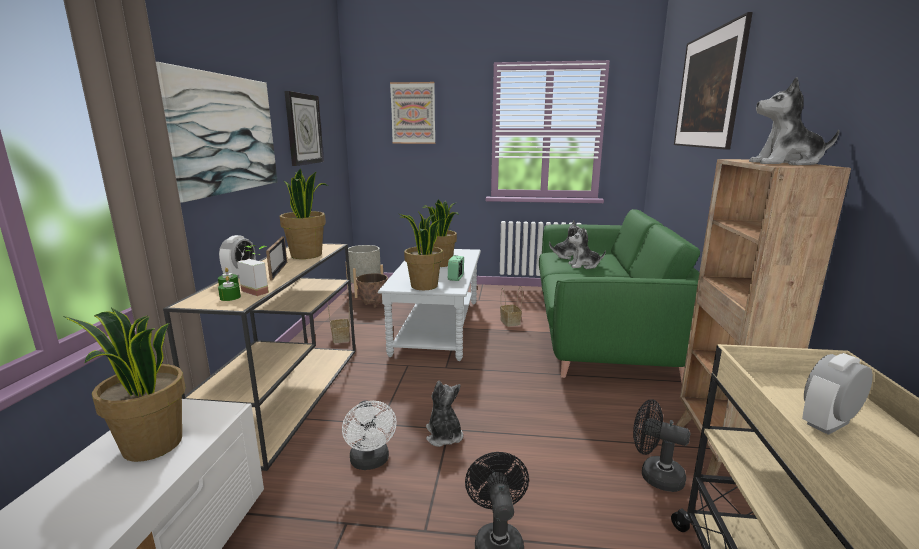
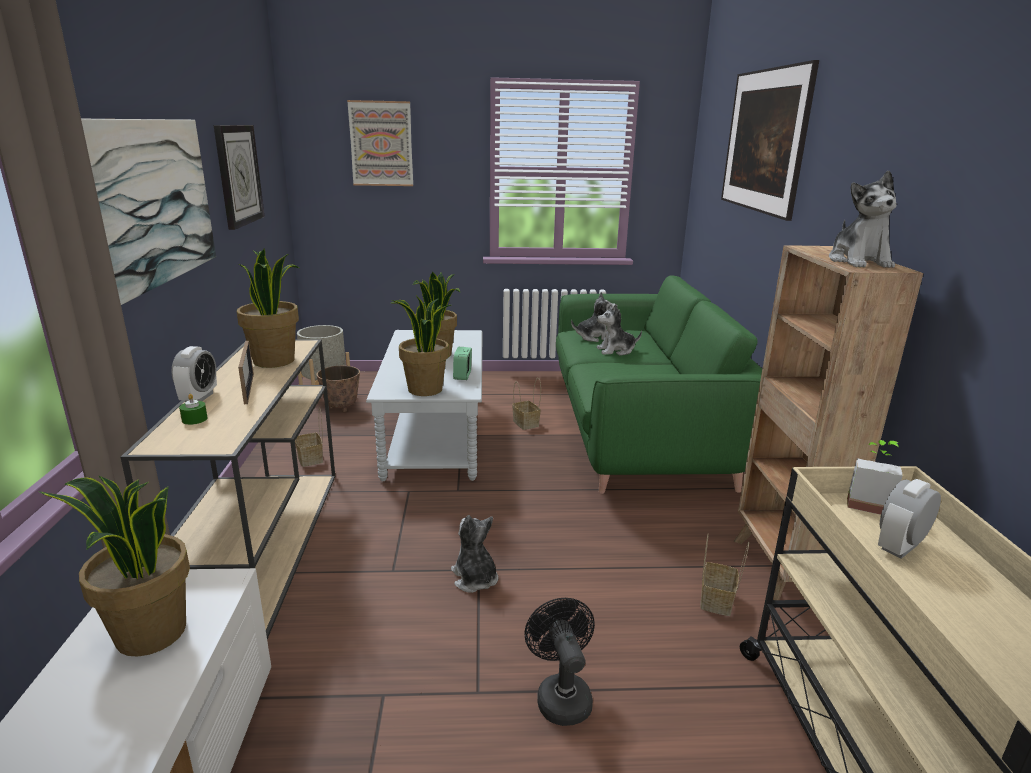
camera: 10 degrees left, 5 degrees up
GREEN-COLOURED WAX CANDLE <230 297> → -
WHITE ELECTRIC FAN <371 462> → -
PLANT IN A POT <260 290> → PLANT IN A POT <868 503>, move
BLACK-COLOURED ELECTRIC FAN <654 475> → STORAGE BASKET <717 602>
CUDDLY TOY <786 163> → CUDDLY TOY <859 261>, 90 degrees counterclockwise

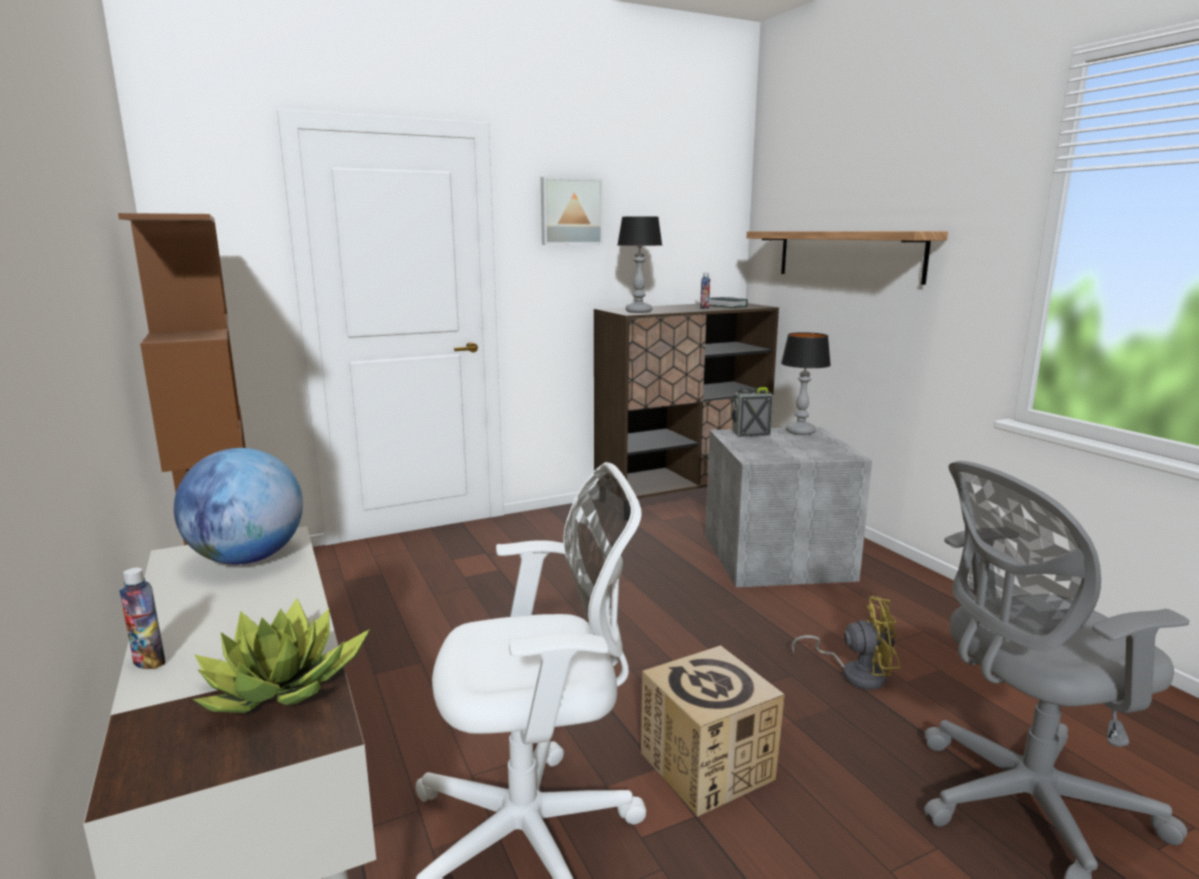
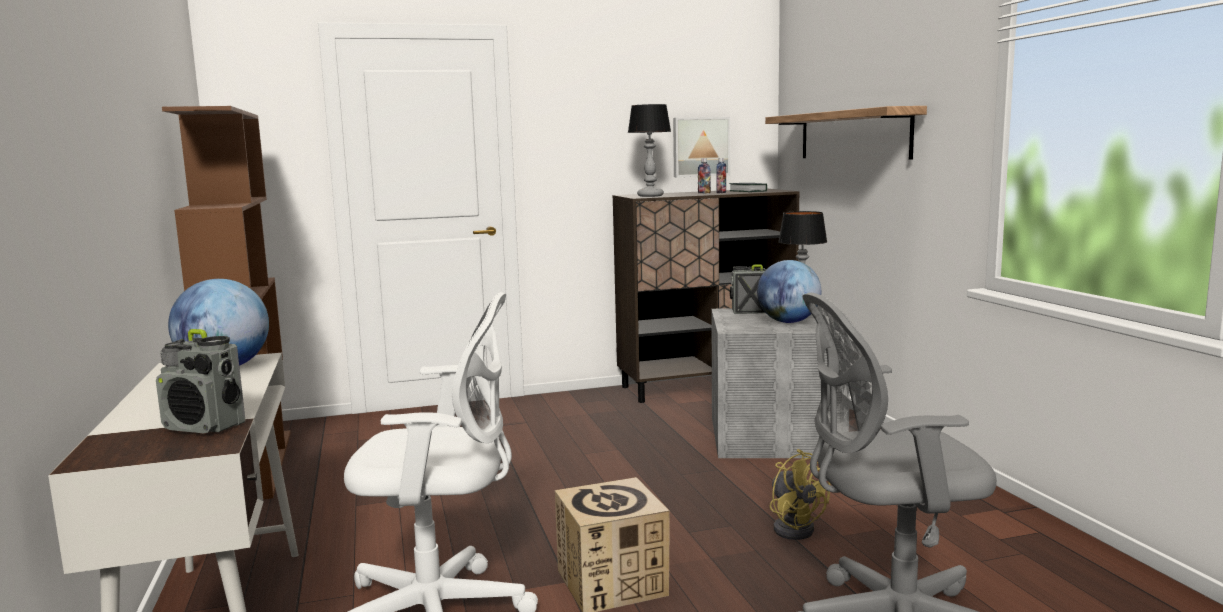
camera: 10 degrees right, 5 degrees down
- → GLOBE <788 322>
BOTTLE <149 661> → BOTTLE <704 193>, move
WALL ART <571 211> → WALL ART <700 147>, move
PLANT IN A POT <283 685> → RADIO SET <205 427>
YELLOW ELECTRIC FAN <855 673> → YELLOW ELECTRIC FAN <794 527>, 45 degrees clockwise

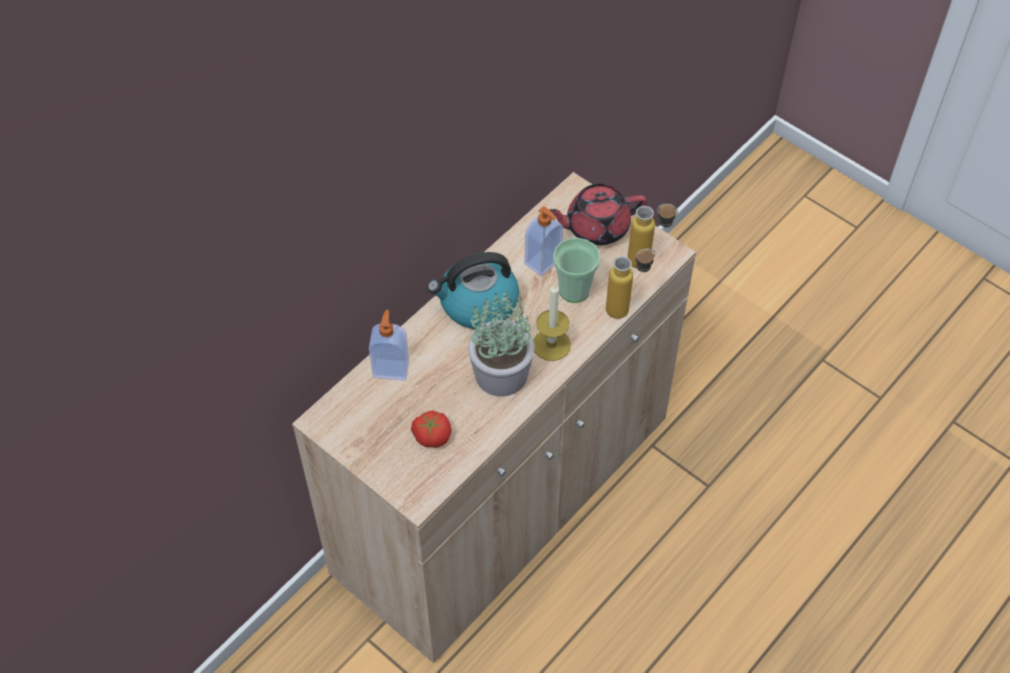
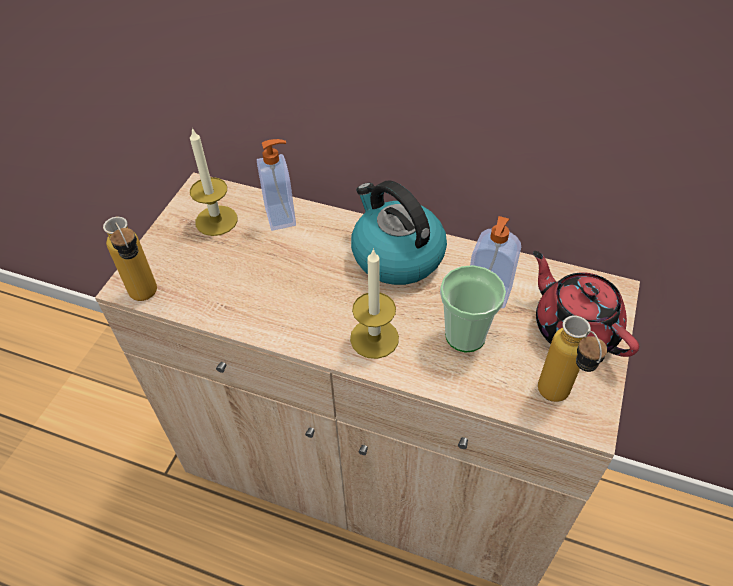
camera: 70 degrees right, 5 degrees down
TOMATO <432 435> → -
PLANT IN A POT <501 373> → -
- → WAX CANDLE <216 220>
BOTTLE <626 308> → BOTTLE <147 299>, move

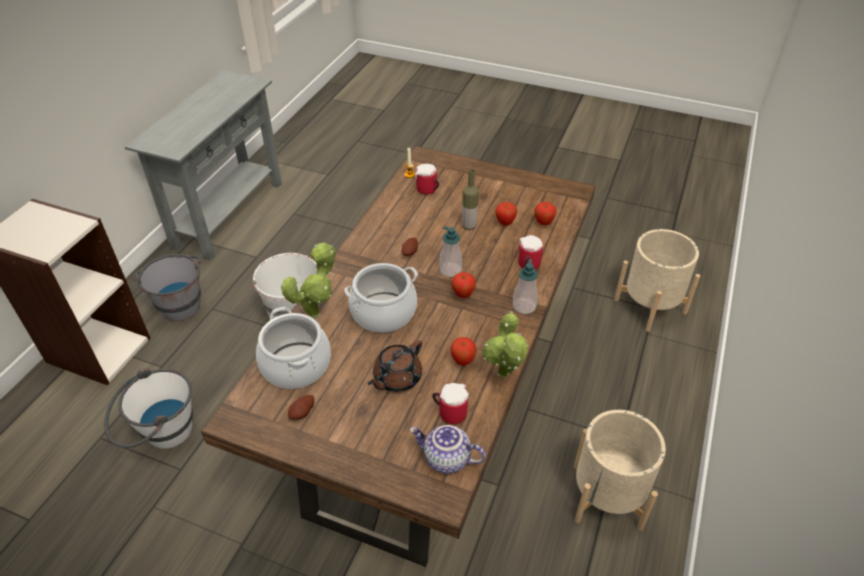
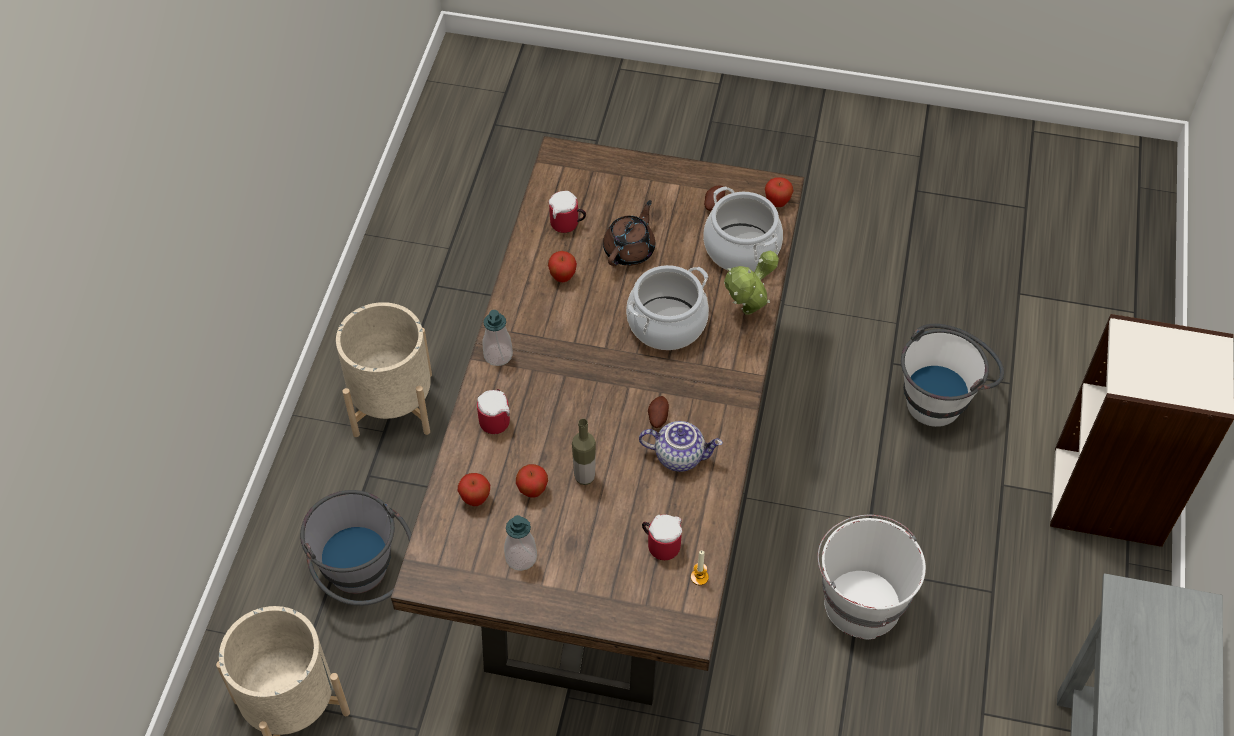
camera: 170 degrees right, 10 degrees up
PLANT IN A POT <504 377> → -
GREYISH BUCKET <179 302> → GREYISH BUCKET <364 577>, move
TEA POT <446 459> → TEA POT <680 455>, move
SOAP BOTTLE <450 270> → SOAP BOTTLE <521 557>, move
APPLE FRUIT <463 295> → APPLE FRUIT <777 203>, move

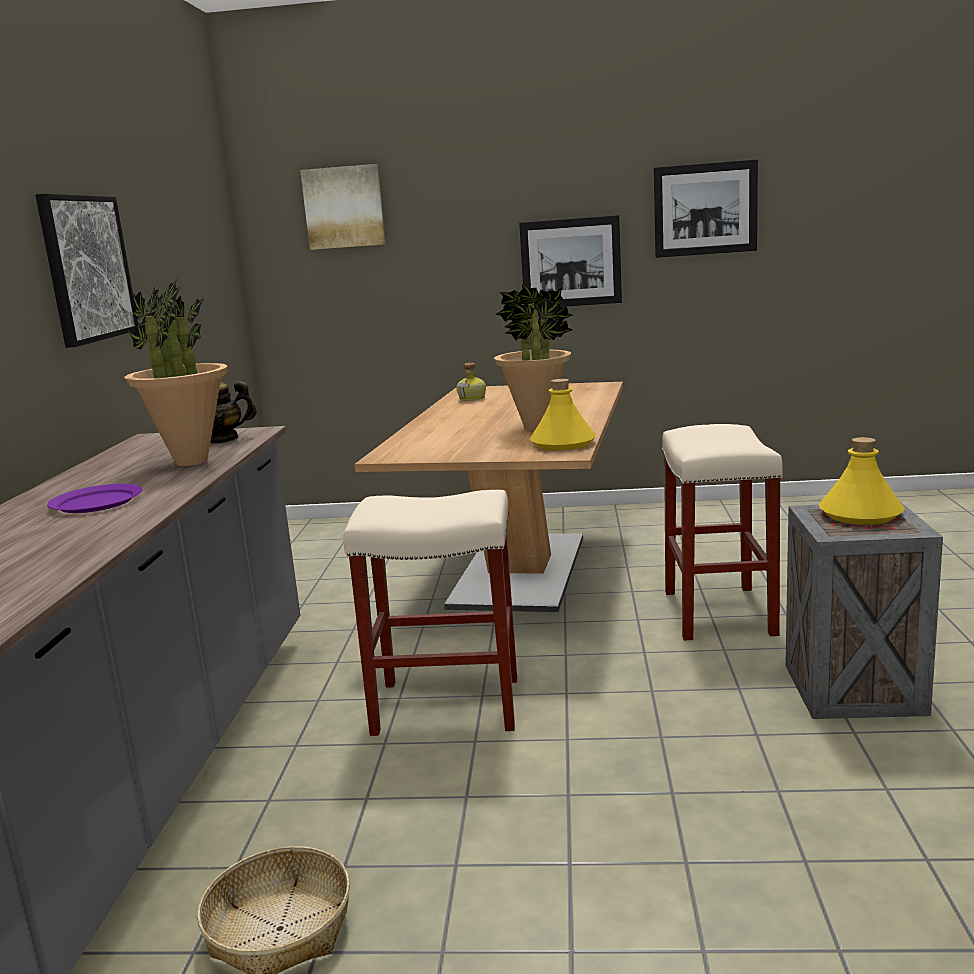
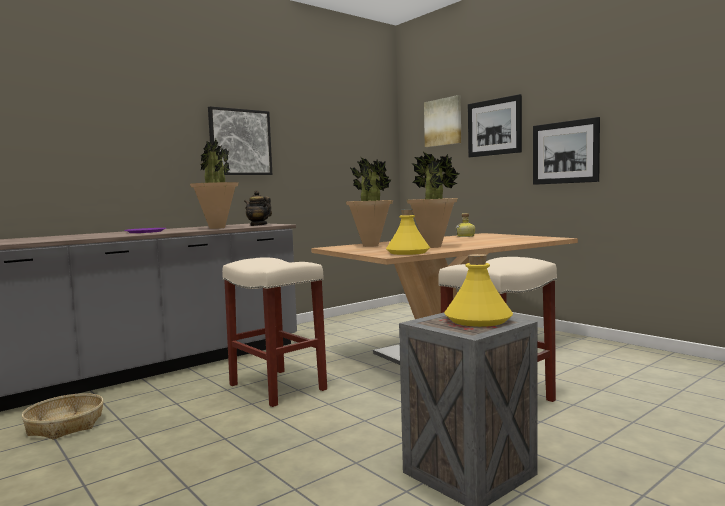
camera: 45 degrees right, 10 degrees down
- → PLANT IN A POT <371 246>
WALL ART <705 209> → WALL ART <494 127>, move

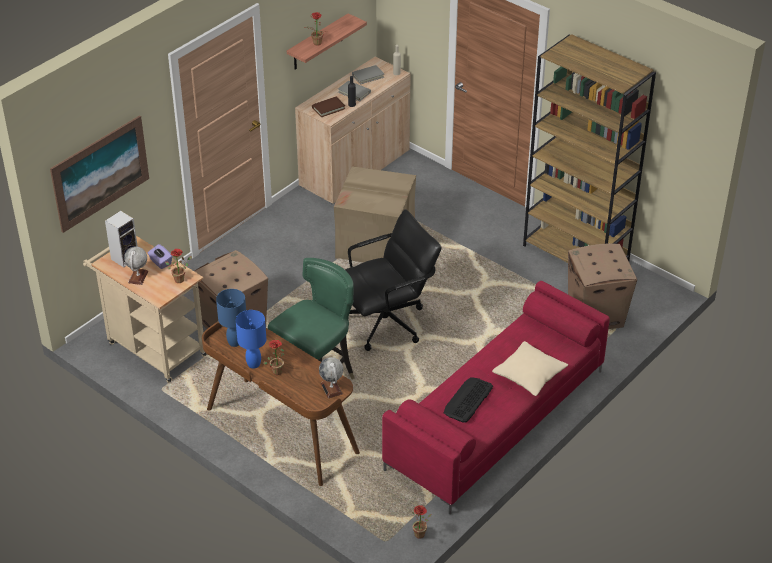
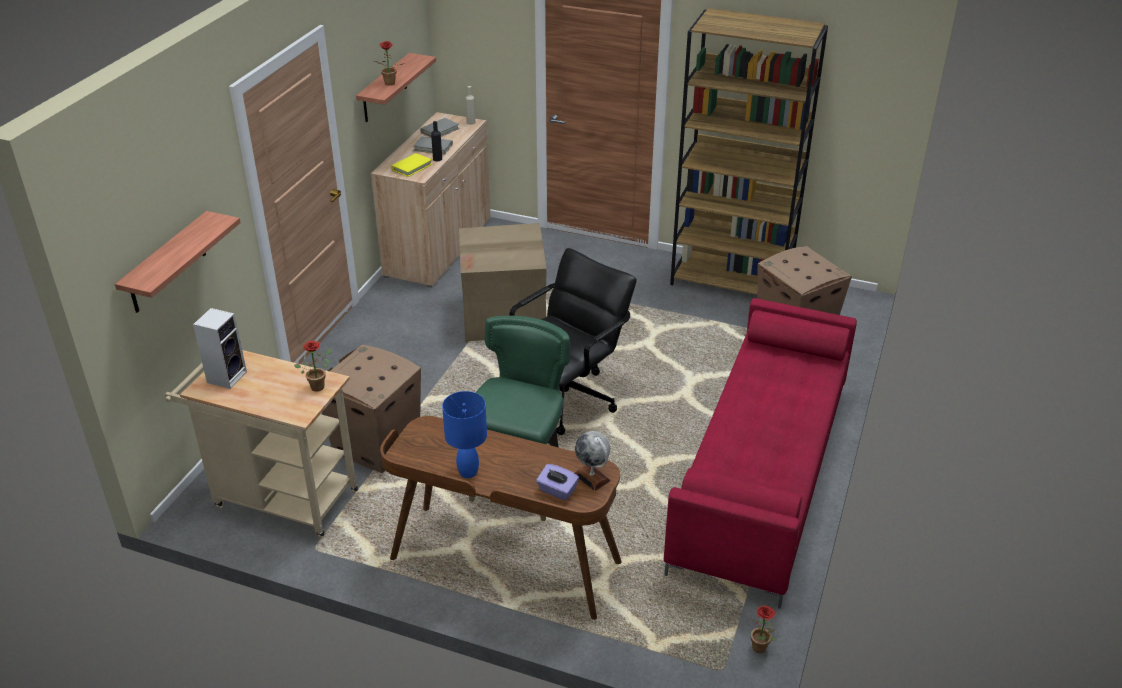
camera: 20 degrees left, 5 degrees down
GLOBE <138 277> → -
BLUISH LAMP FOR A TABLE <234 342> → -
PLANT IN A POT <277 370> → -
COMPUTER KEYBOARD <468 400> → -
BEIGE THROW PILLOW <529 375> → -
PURPLE TISSUE BOX <160 262> → PURPLE TISSUE BOX <557 491>, move
WALL ART <100 173> → BRACKET SHELF <167 264>
BROWN BOUND BOOK <328 108> → YELLOW BOUND BOOK <412 167>

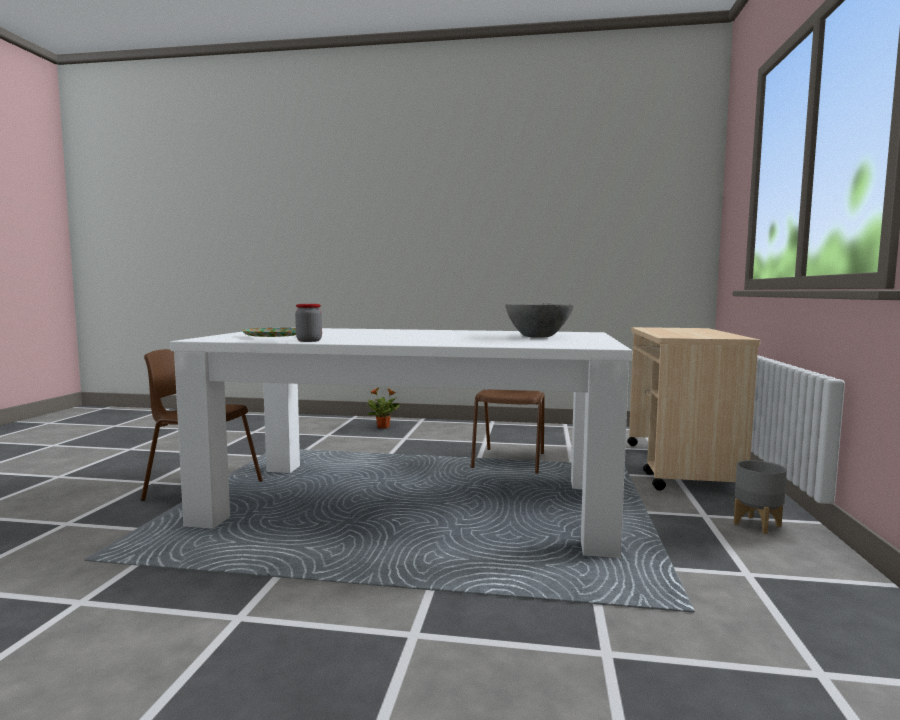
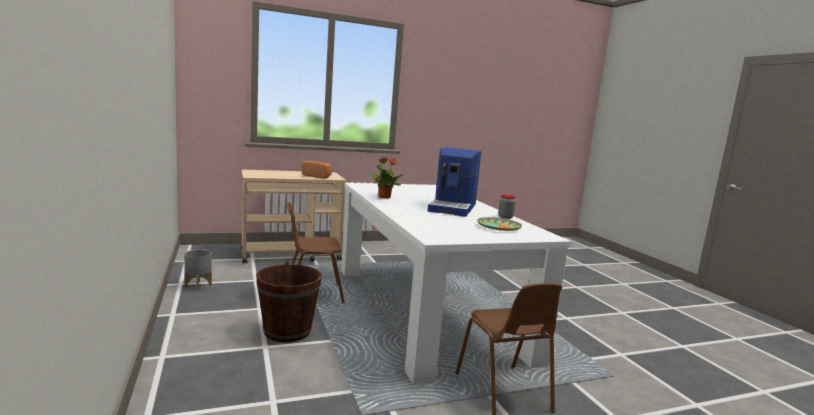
camera: 120 degrees left, 5 degrees up
GREYISH BOWL <538 337> → -
- → BROWN BUCKET <287 331>
- → BAKERY BREAD <318 176>
- → COFFEE MAKER <453 208>
PLANT IN A POT <384 427> → PLANT IN A POT <384 197>, move
GREYISH FLOWER POT <758 525> → GREYISH FLOWER POT <198 285>, move

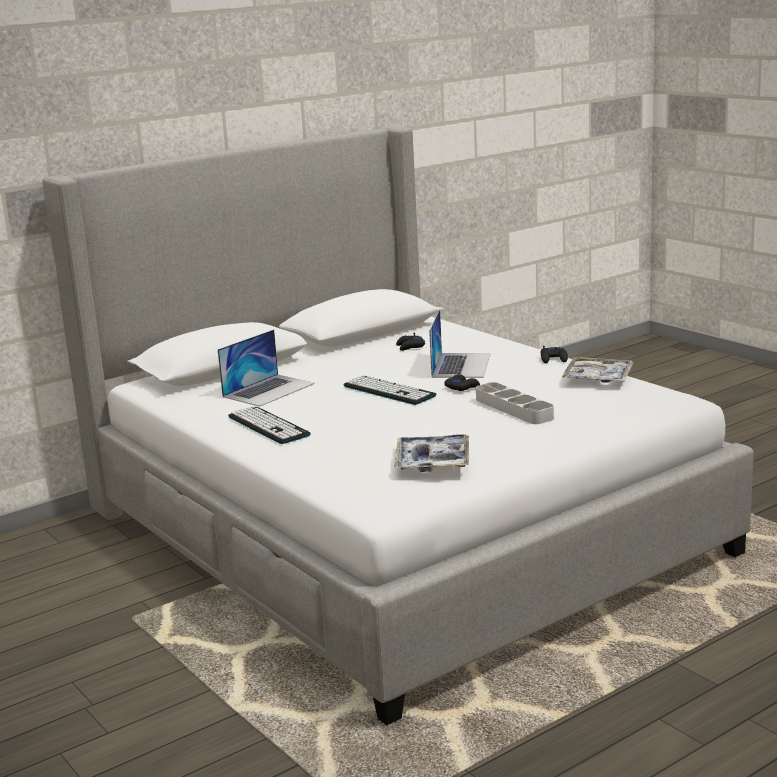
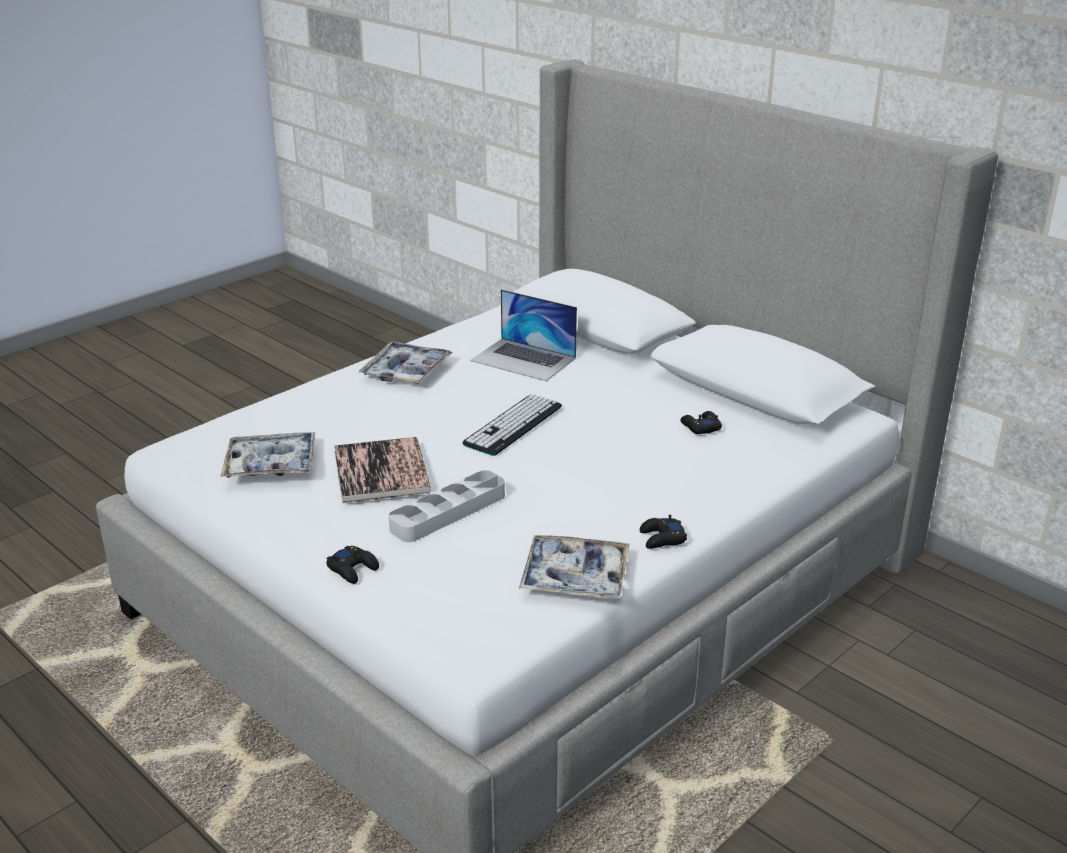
camera: 80 degrees right, 10 degrees up
NOTEBOOK COMPUTER <461 365> → -
- → BOUND BOOK <381 471>
BLACK-COLOURED JOYPAD <462 387> → BLACK-COLOURED JOYPAD <353 569>, move
COMPUTER KEYBOARD <268 426> → TRAY <406 371>

